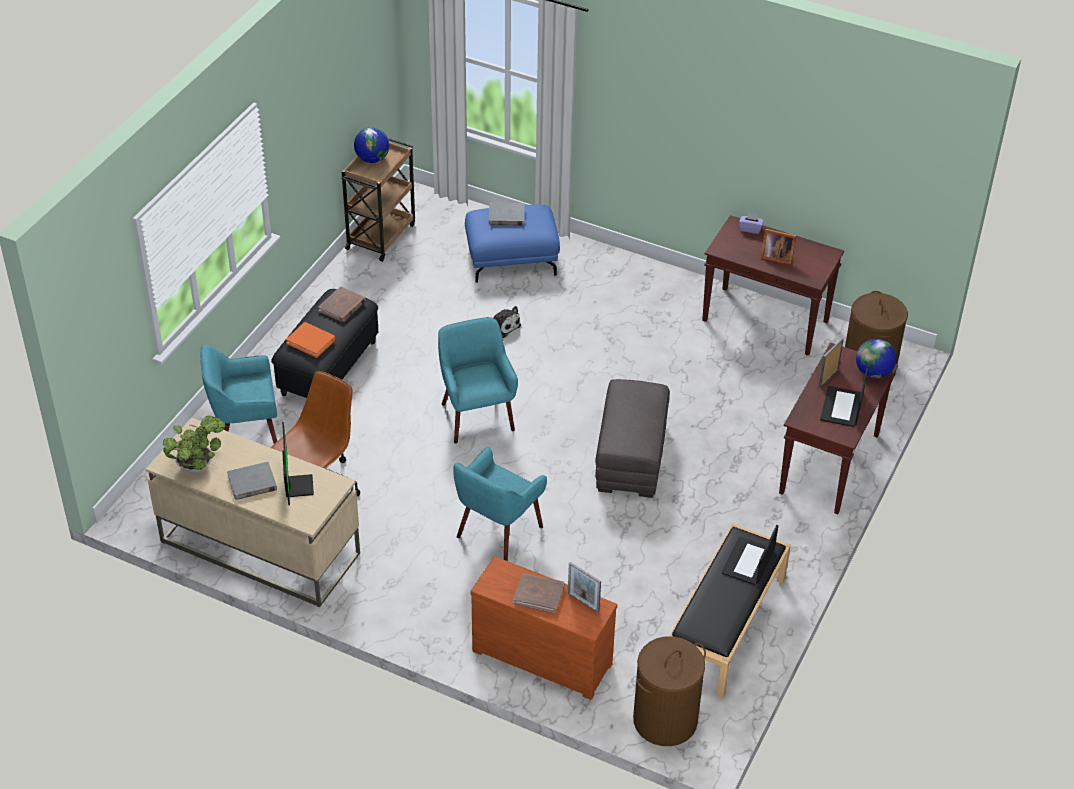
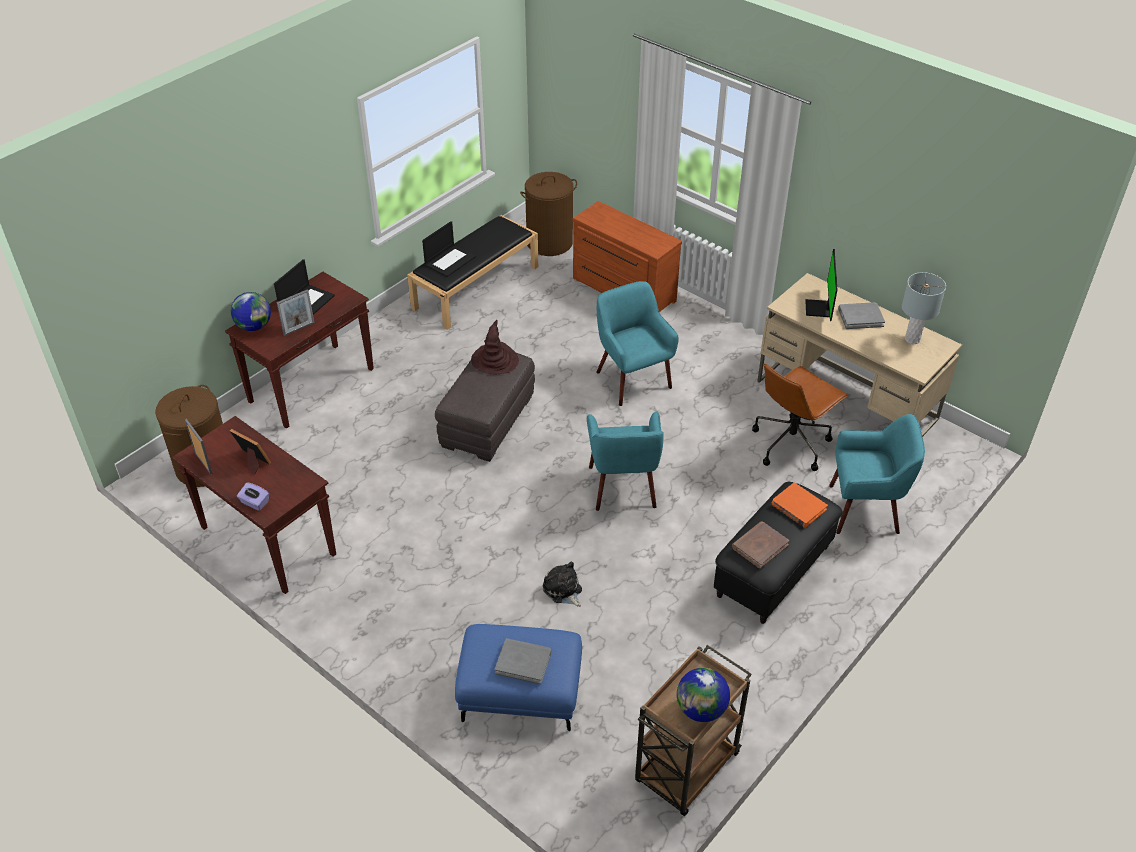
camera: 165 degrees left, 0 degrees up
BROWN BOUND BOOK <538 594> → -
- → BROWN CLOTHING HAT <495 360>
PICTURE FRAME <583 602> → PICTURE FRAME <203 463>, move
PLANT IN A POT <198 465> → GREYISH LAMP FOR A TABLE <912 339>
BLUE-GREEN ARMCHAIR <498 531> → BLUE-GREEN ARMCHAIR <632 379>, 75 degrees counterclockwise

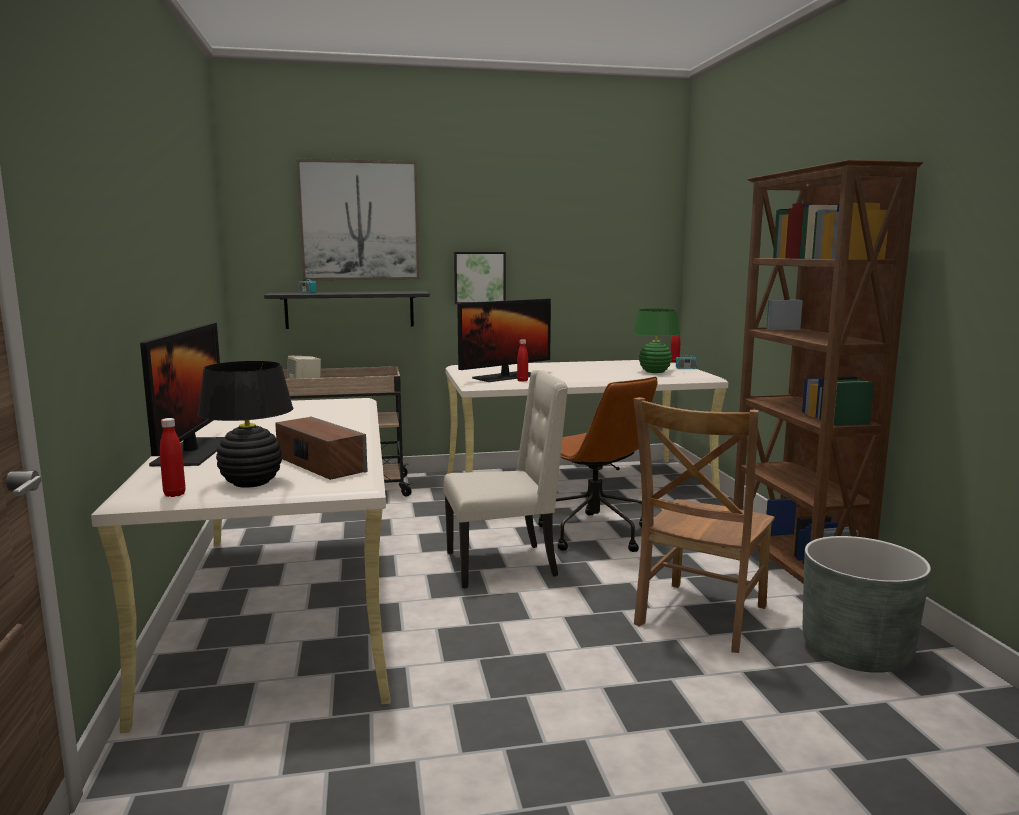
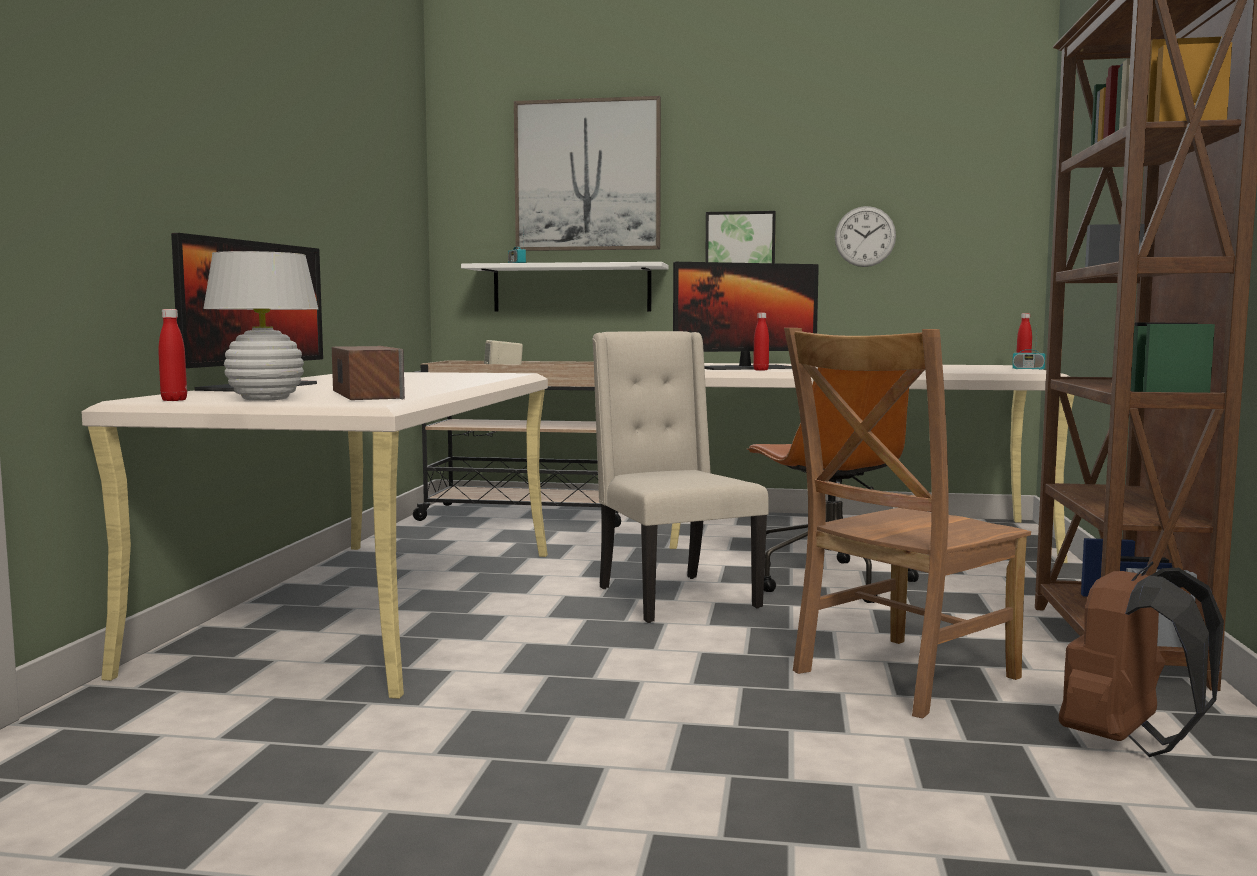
camera: 20 degrees right, 5 degrees down
GREEN-COLOURED LAMP FOR A TABLE <654 372> → -
- → WALL CLOCK <865 236>
GREYISH FLOWER POT <856 651> → BROWN KNAPSACK <1127 743>
BLACK-COLOURED LAMP FOR A TABLE <251 483> → WHITE LAMP FOR A TABLE <265 399>
BLACK-COLOURED BRACKET SHELF <349 309> → WHITE BRACKET SHELF <572 288>
BEIGE UPRIGHT CHAIR <503 564> → BEIGE UPRIGHT CHAIR <672 597>, 120 degrees counterclockwise

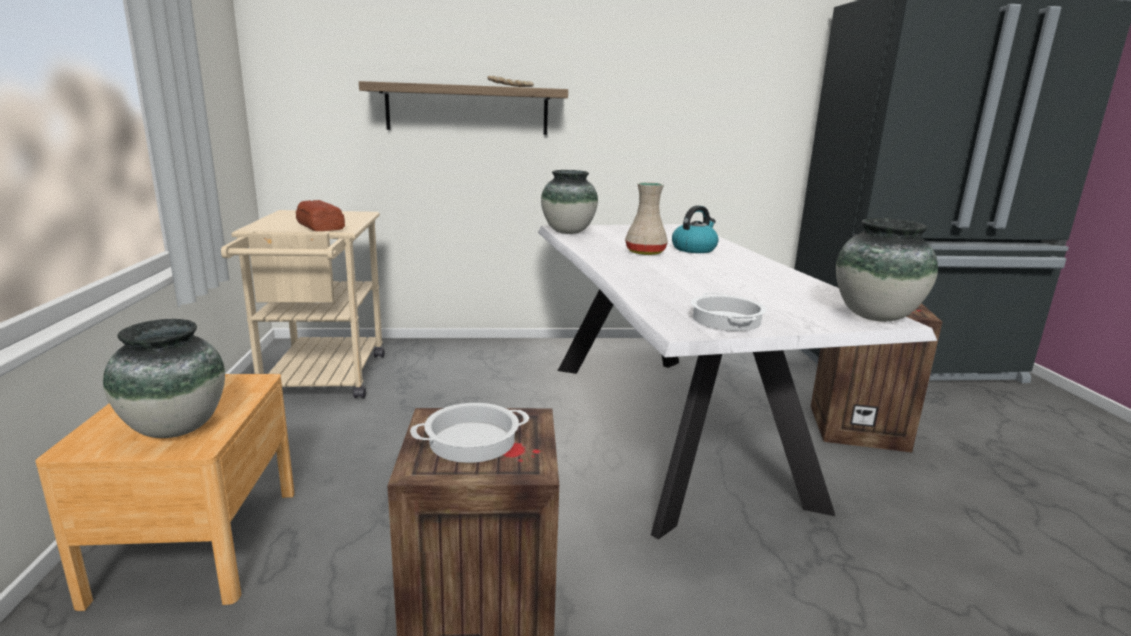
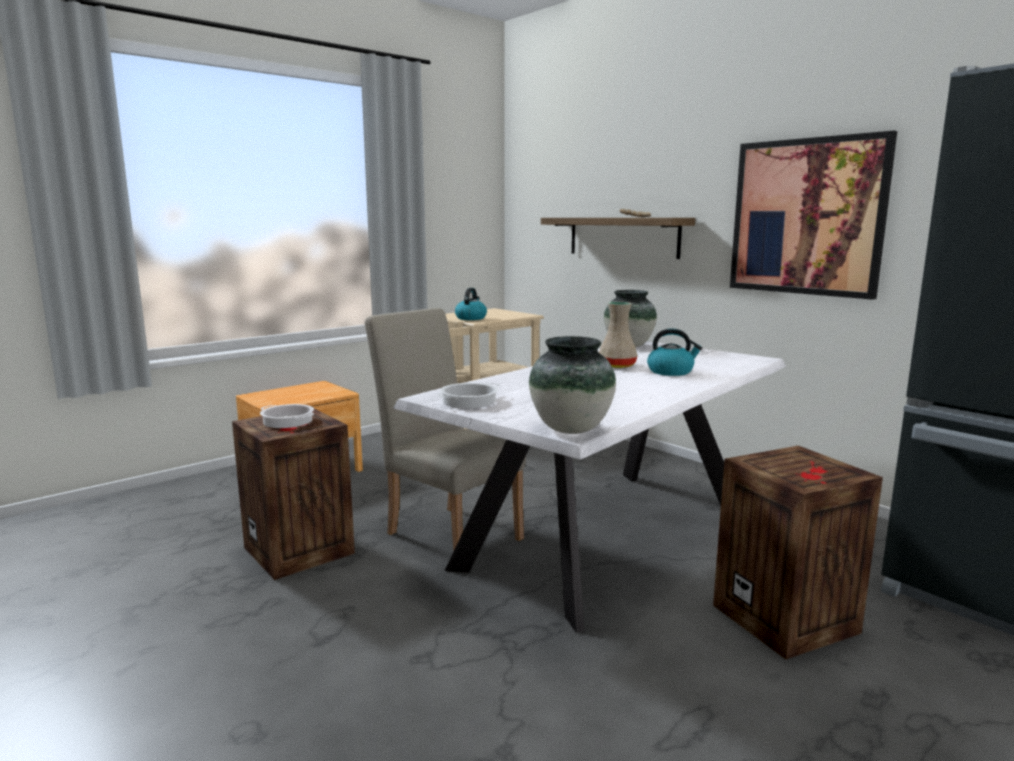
camera: 55 degrees right, 5 degrees down
FLOWER VASE <176 428> → -
- → BEIGE UPRIGHT CHAIR <448 532>
- → WALL ART <806 217>
BAKERY BREAD <320 226> → KETTLE <471 318>

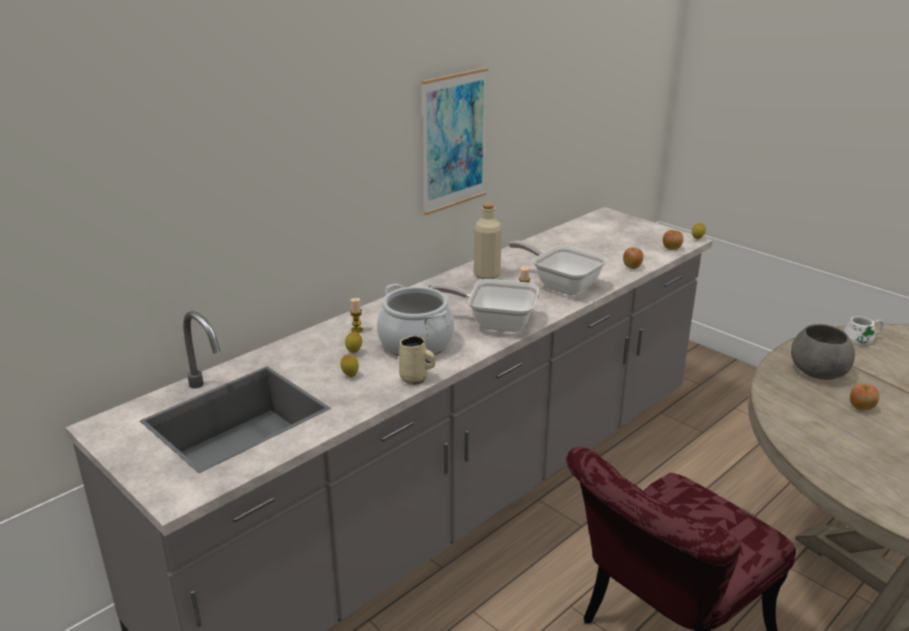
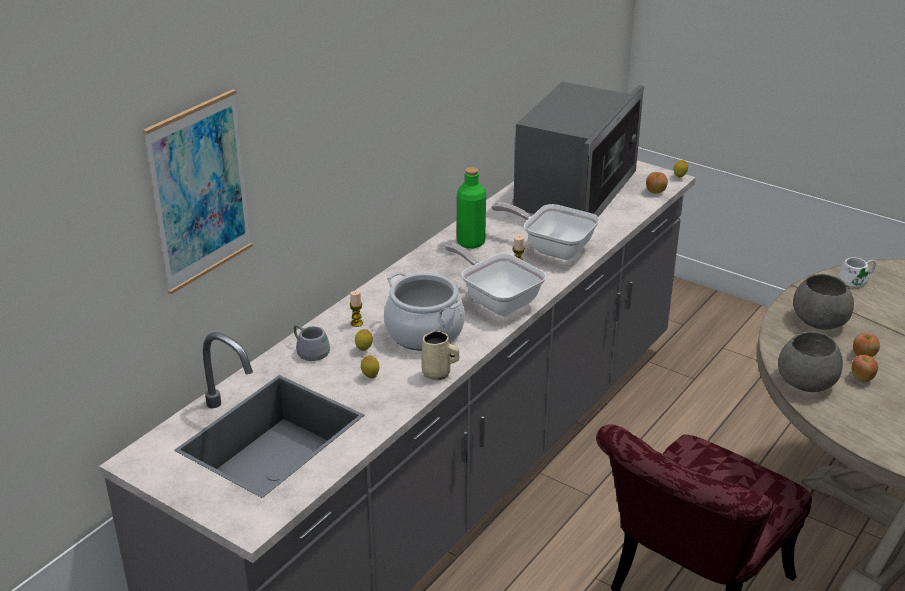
camera: 10 degrees left, 5 degrees up
- → GREYISH TEA MUG <312 348>
- → MICROWAVE <574 193>
- → GREYISH BOWL <807 381>
WALL ART <454 141> → WALL ART <200 191>, move
APPLE FRUIT <632 267> → APPLE FRUIT <862 378>, move
BEIGE BOTTLE <486 275> → GREEN-COLOURED BOTTLE <471 242>
FRYING PAN <494 322> → FRYING PAN <497 300>, 45 degrees clockwise

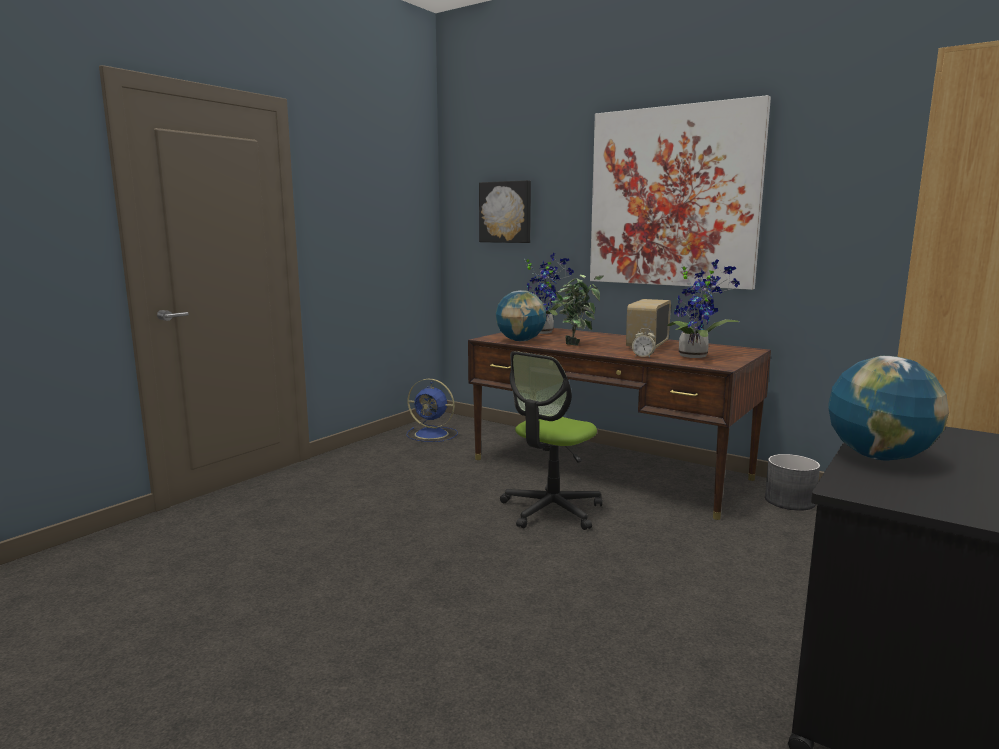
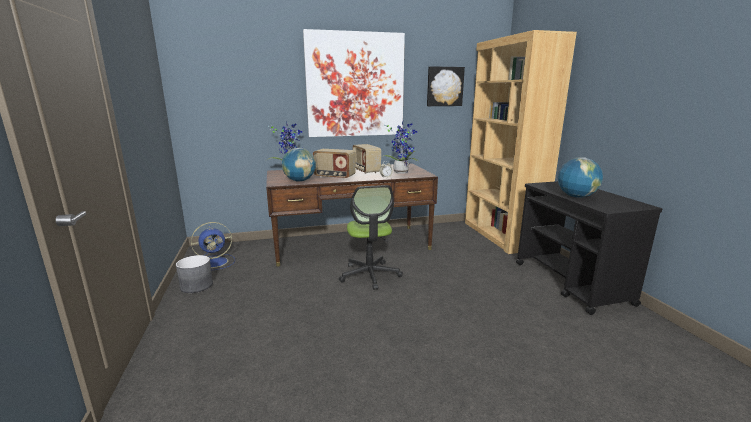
camera: 50 degrees left, 5 degrees up
WALL ART <506 212> → WALL ART <444 86>, move
GREYISH FLOWER POT <790 501> → GREYISH FLOWER POT <197 285>, move
PLANT IN A POT <576 344> → RADIO SET <334 177>

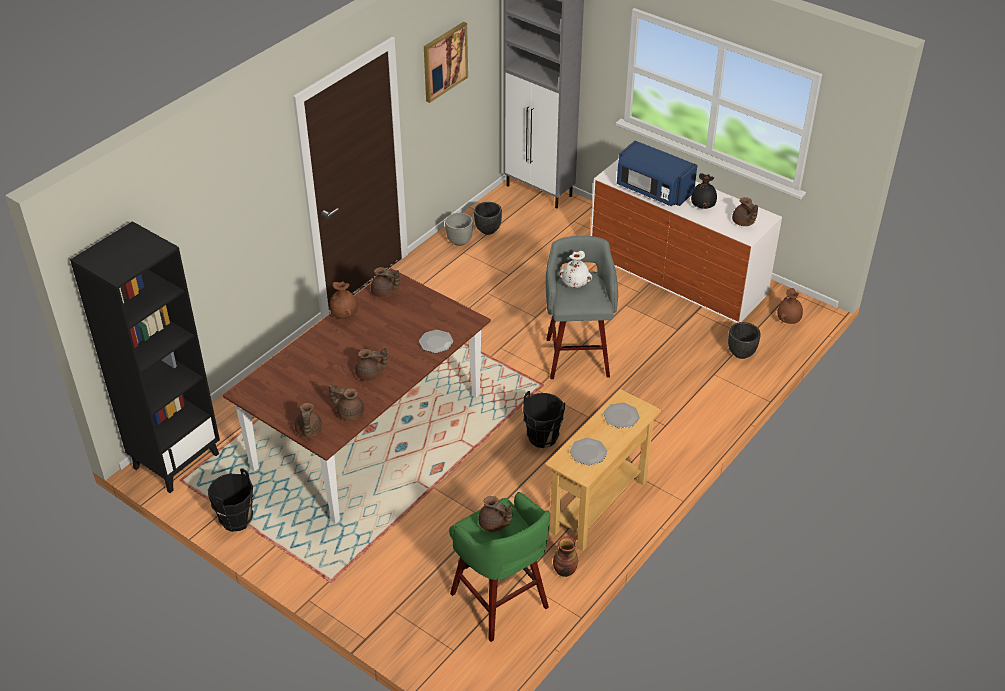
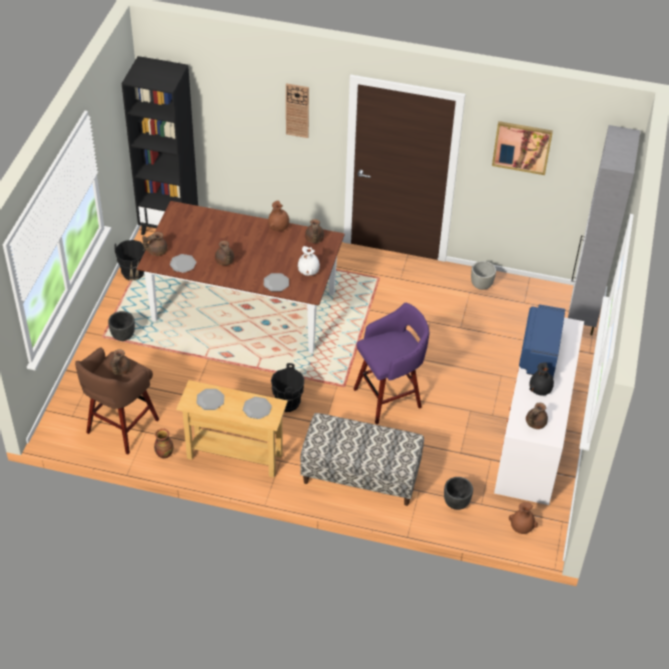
camera: 65 degrees right, 5 degrees up
- → WALL CLOCK <297 110>
- → BENCH <360 476>
BLACK-COLOURED FLOWER POT <488 230> → BLACK-COLOURED FLOWER POT <123 336>, move
WHITE FLOWER VASE <575 284> → WHITE FLOWER VASE <309 272>, move
BROWN TEA POT <349 413> → PLATE <183 264>
GREEN-COLOURED STOOL <501 603> → BROWN STOOL <121 427>
GREYISH STOOL <577 355> → PURPLE STOOL <389 397>

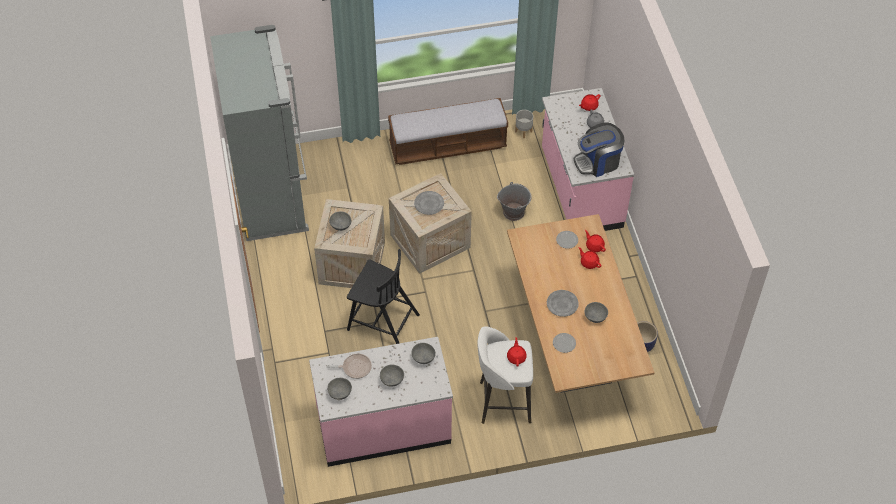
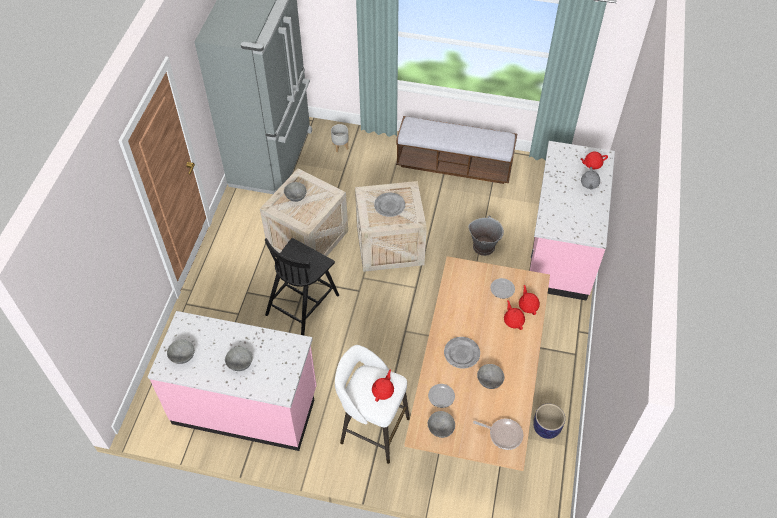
camera: 25 degrees right, 0 degrees up
COFFEE MAKER <598 162> → -
FRYING PAN <355 367> → FRYING PAN <503 434>, move
GREYISH BOWL <423 358> → GREYISH BOWL <440 429>, move
GREYISH FLOWER POT <523 131> → GREYISH FLOWER POT <340 146>, move
BLACK-COLOURED UPRIGHT CHAIR <382 321> → BLACK-COLOURED UPRIGHT CHAIR <303 303>, 75 degrees clockwise

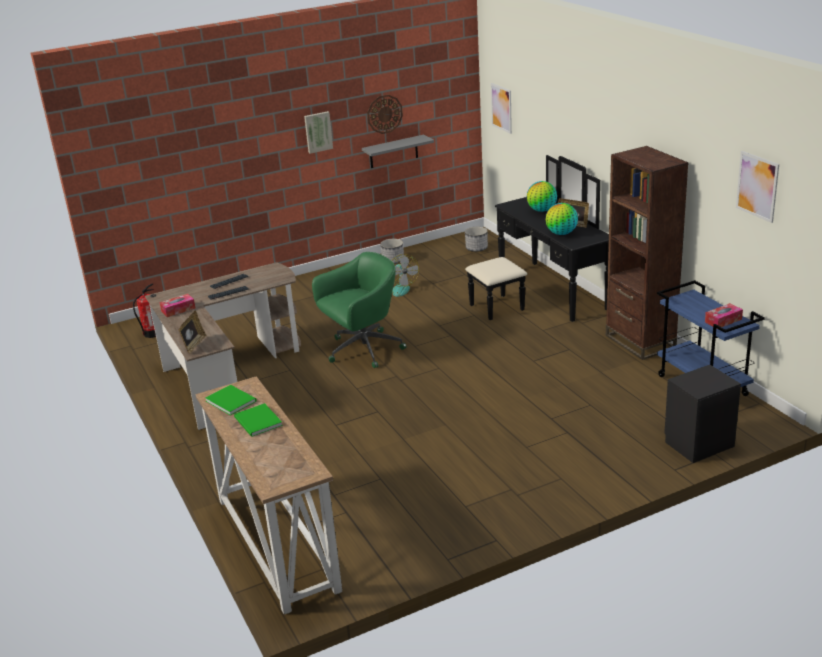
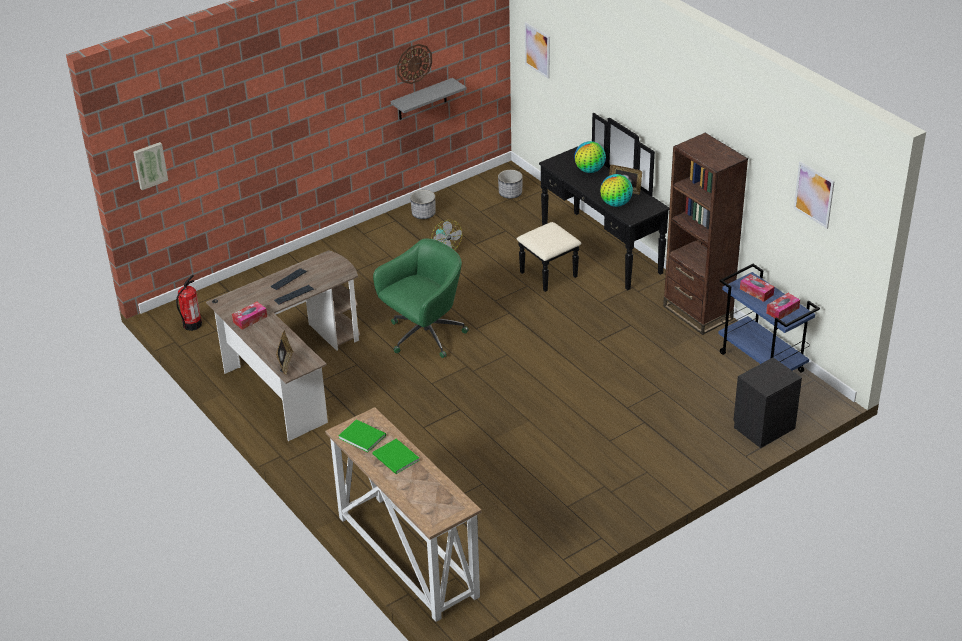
camera: 10 degrees left, 10 degrees up
- → TISSUE BOX <756 292>
WALL ART <318 132> → WALL ART <150 165>, move

